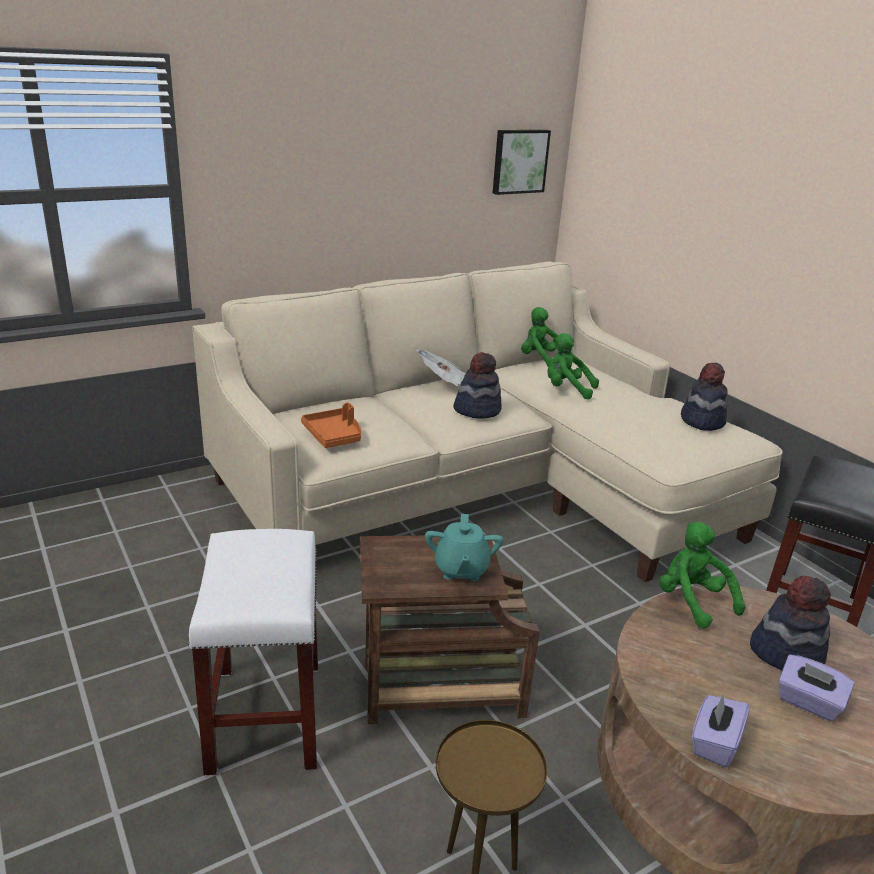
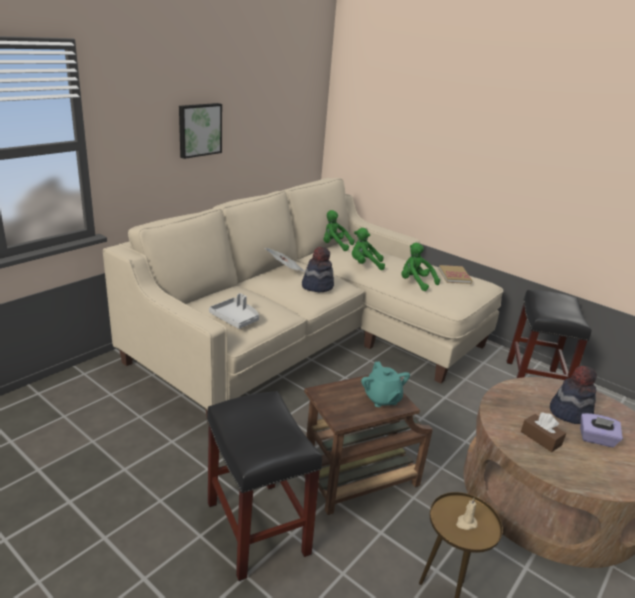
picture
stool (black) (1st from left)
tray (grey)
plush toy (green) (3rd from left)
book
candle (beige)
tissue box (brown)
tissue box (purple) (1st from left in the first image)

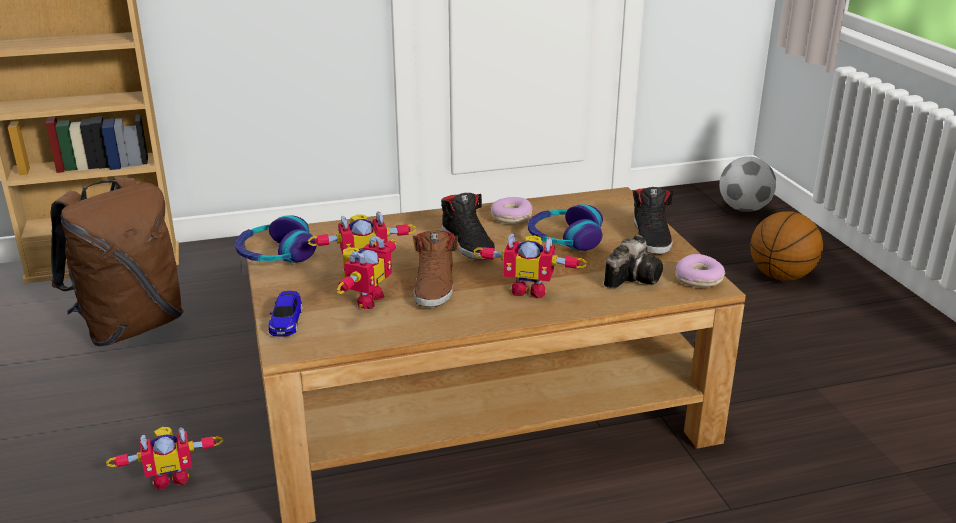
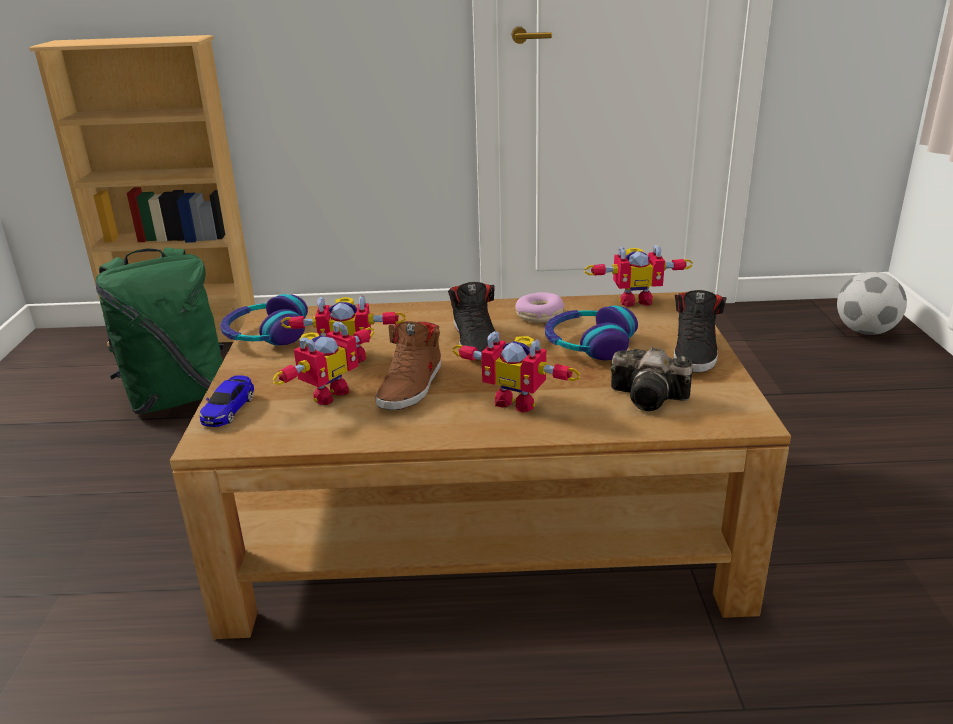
backpack (green)
toy robot (4th from left)
photo camera
donut (2nd from left in the first image)
basketball

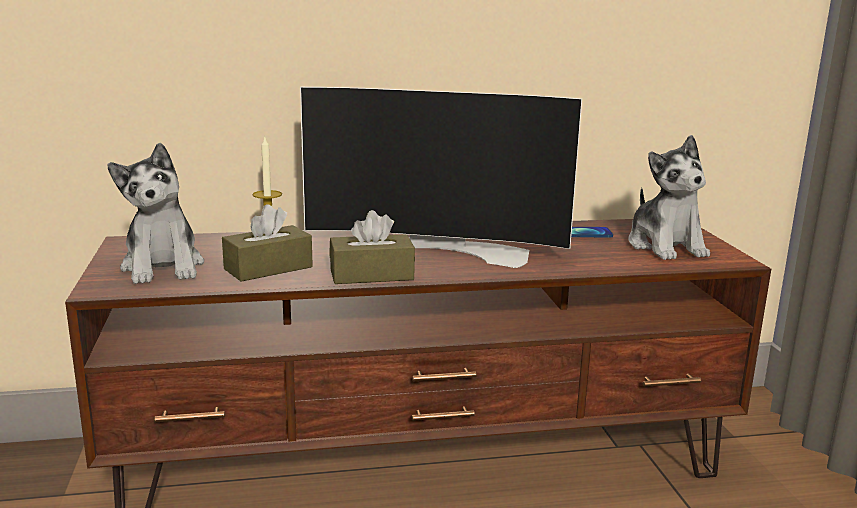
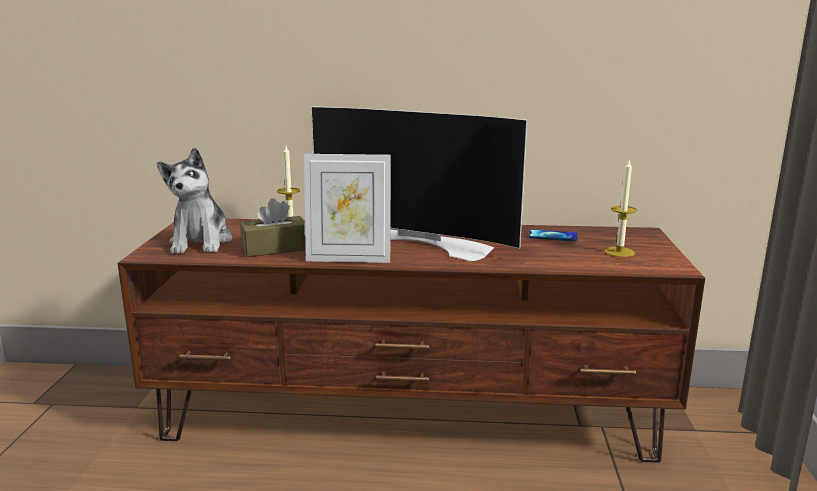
picture frame
candle (2nd from left)

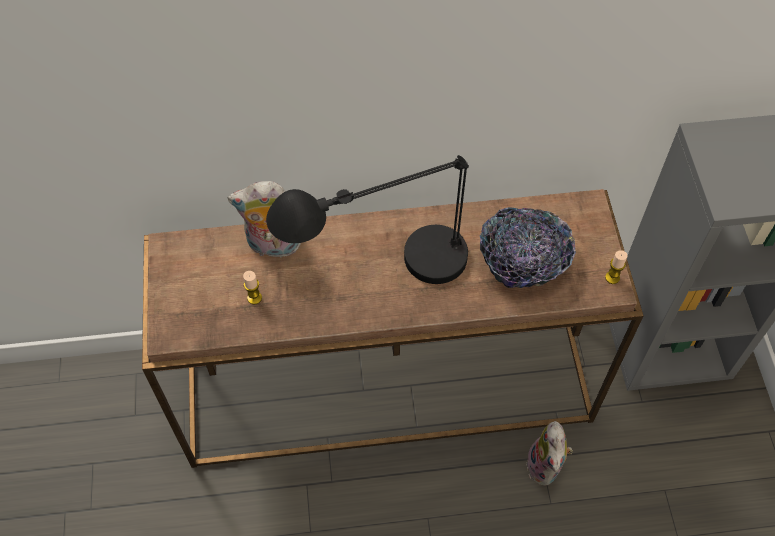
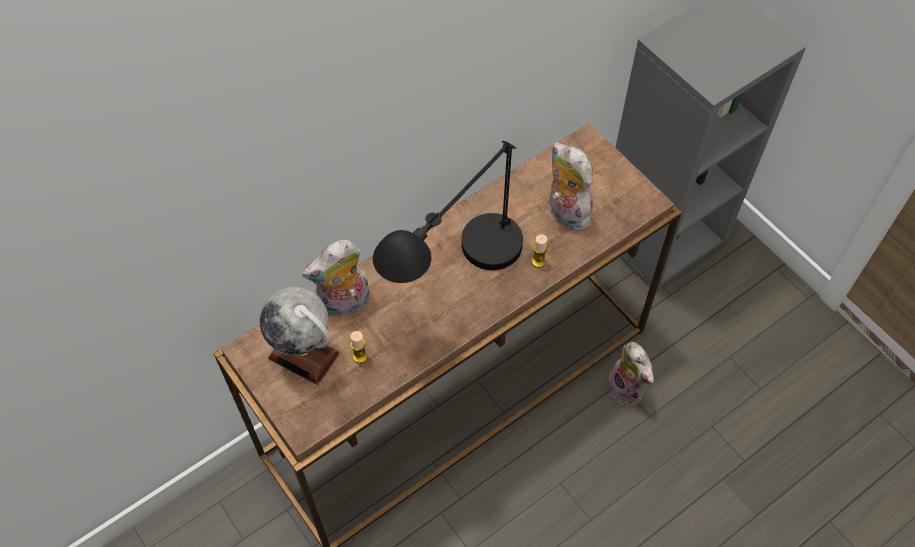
globe
candle (2nd from left)
plush toy (2nd from left)

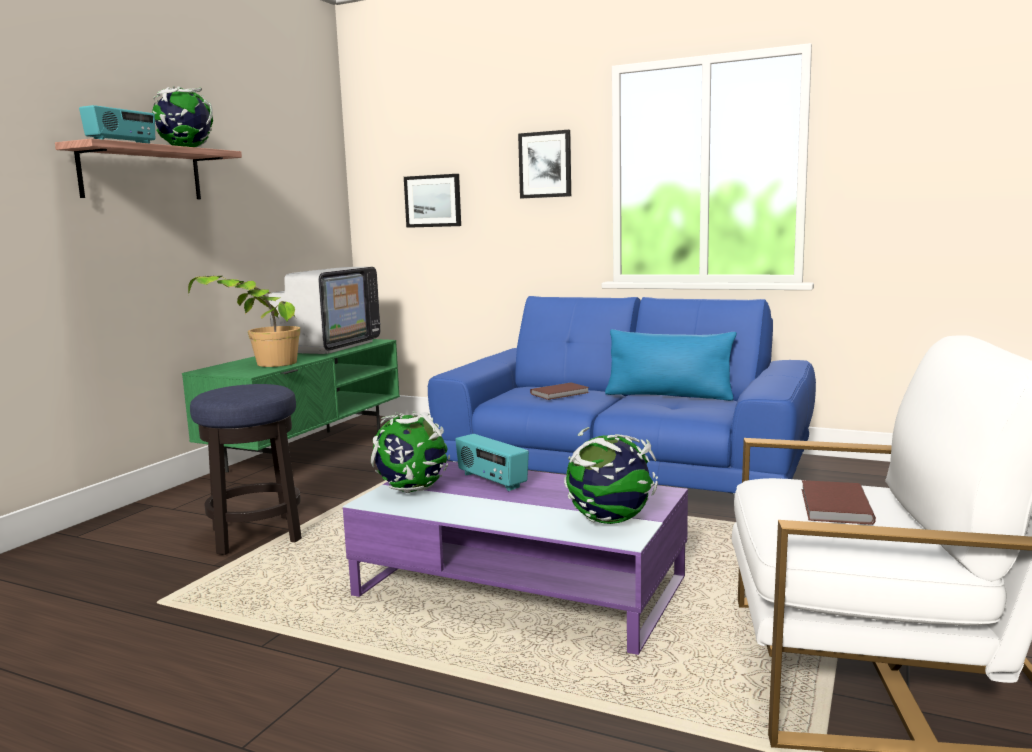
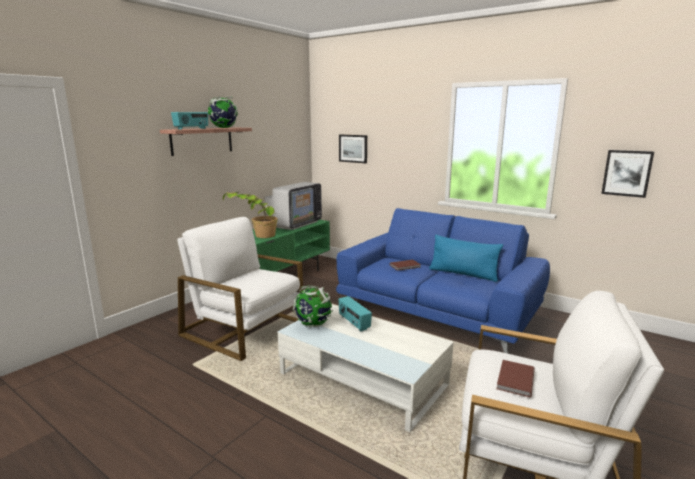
armchair (white) (1st from left)
coffee table (white)
picture (2nd from left)
globe (3rd from left in the first image)

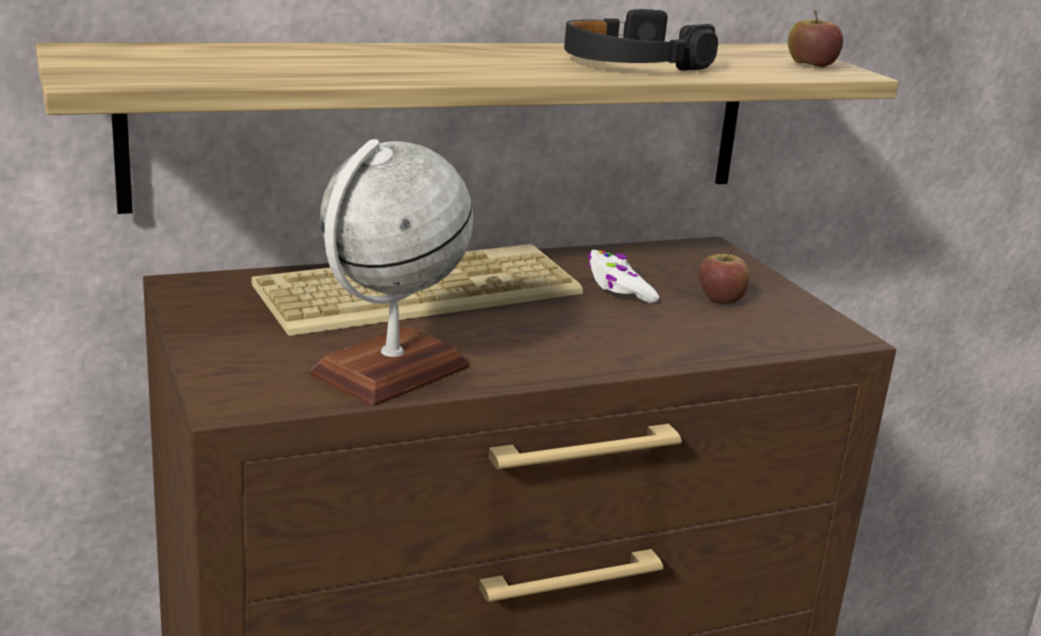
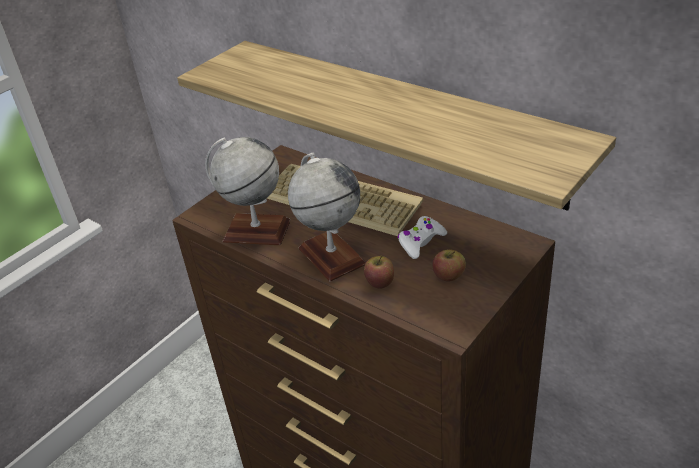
globe (2nd from left)
apple (1st from left)
headphones (black)

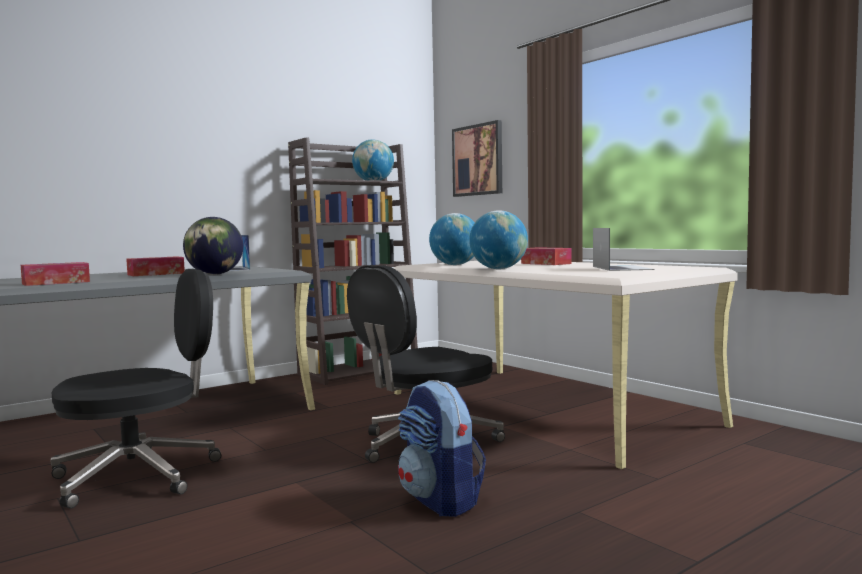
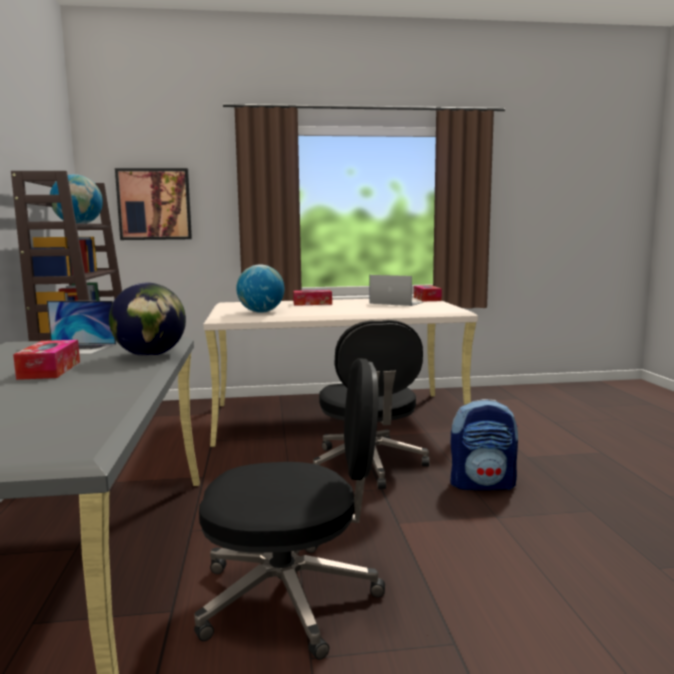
office chair (black) (1st from left)
tissue box (3rd from left)
globe (4th from left in the first image)

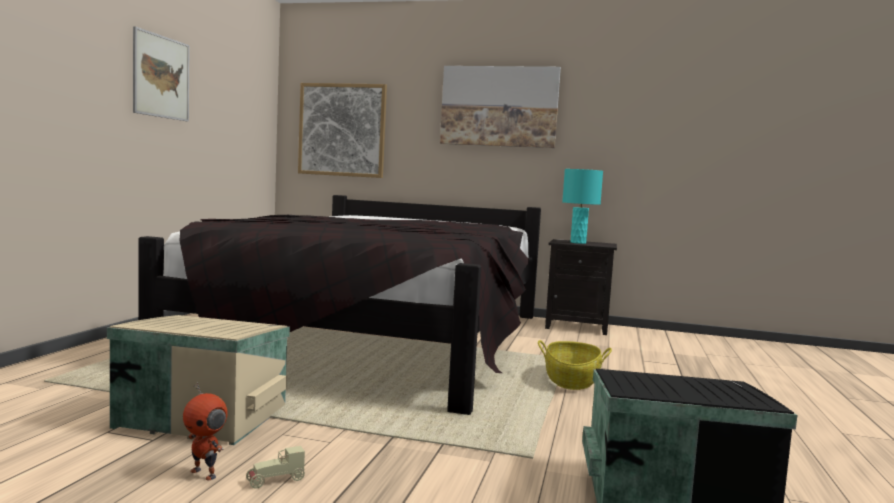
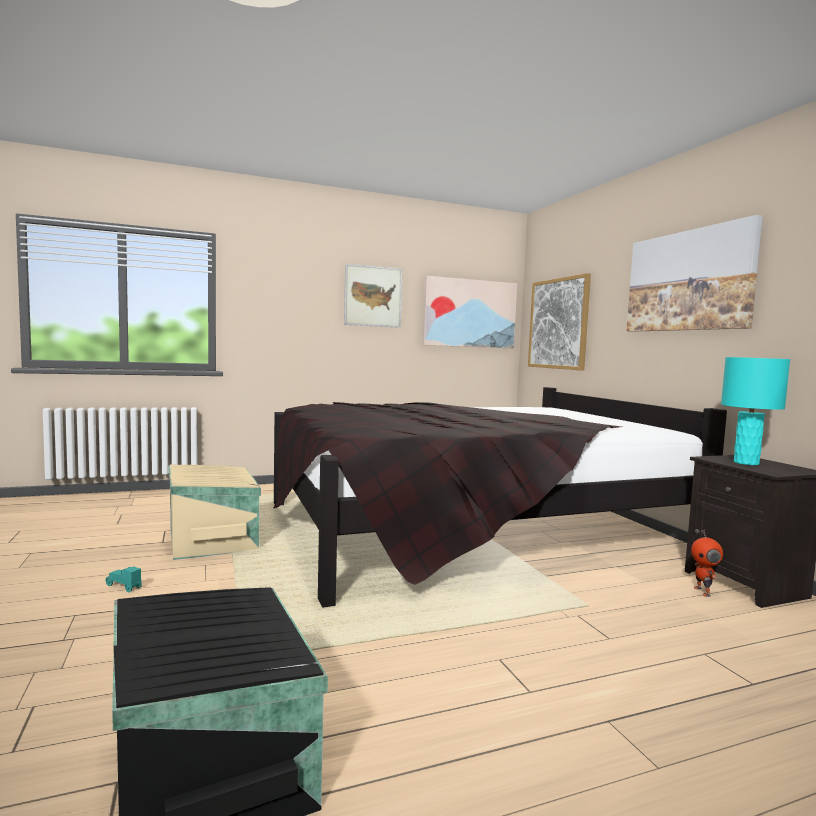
toy car (turquoise)
picture (2nd from left)
toy robot
basket

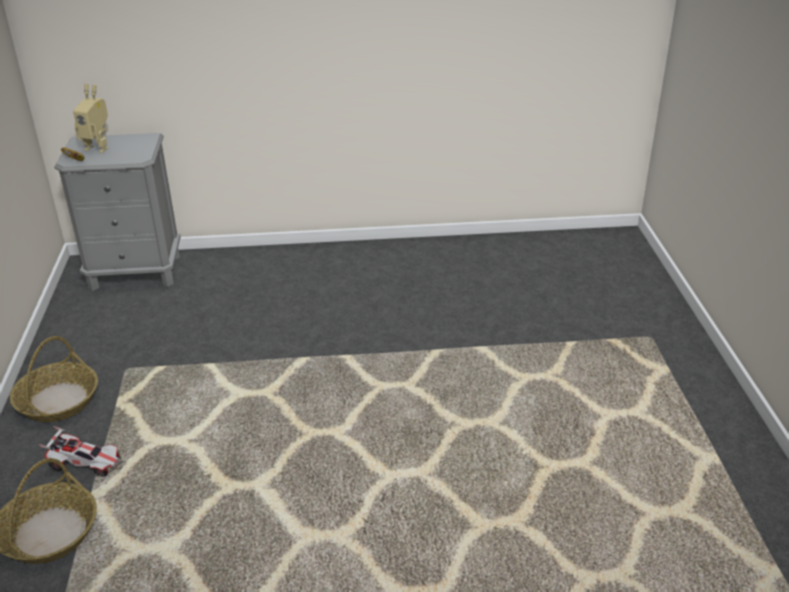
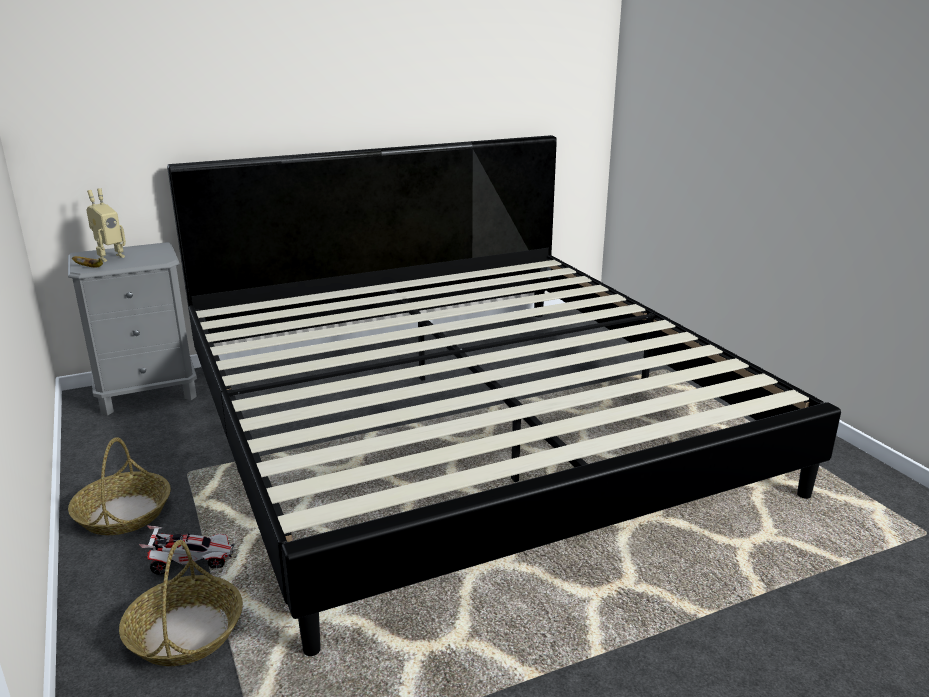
toy robot
bed

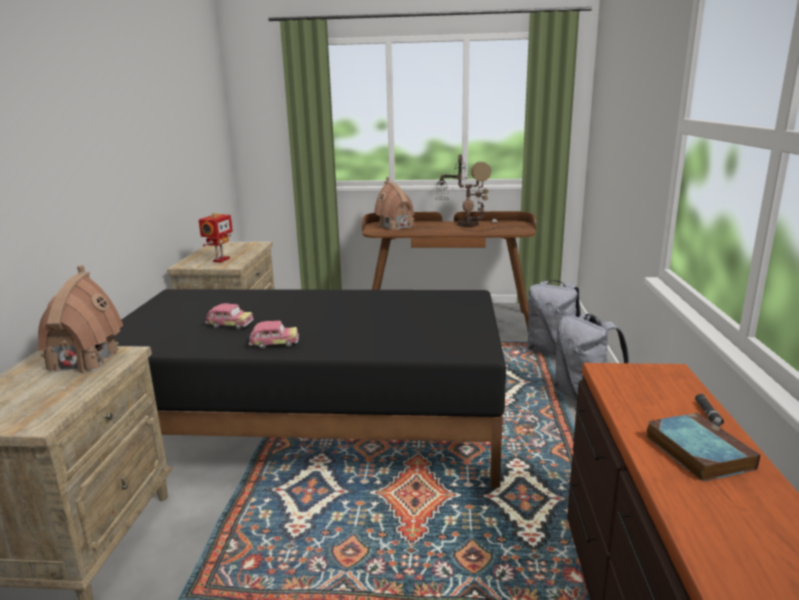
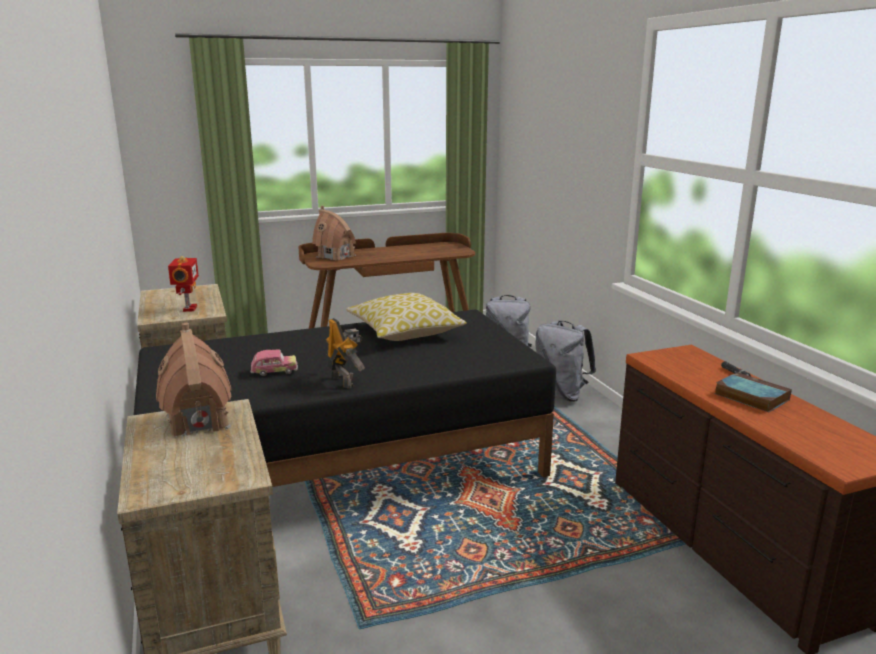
toy robot (2nd from left)
pillow
table lamp

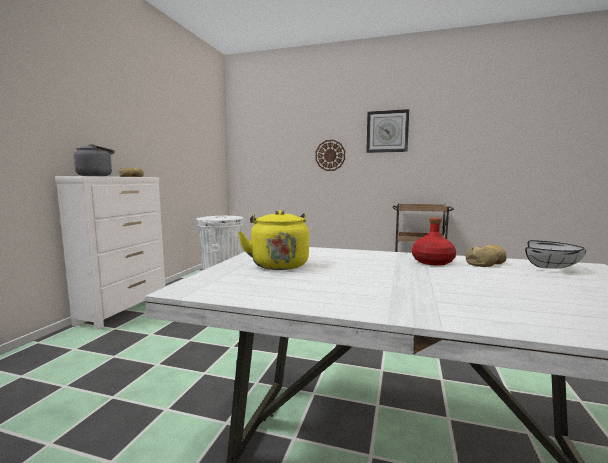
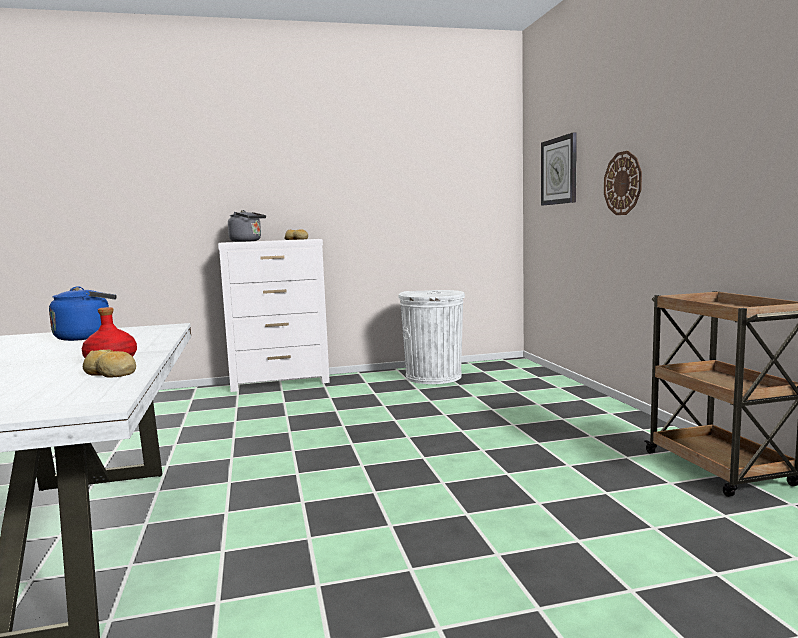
kettle (blue)
wall clock (1st from left)
bowl (white)

